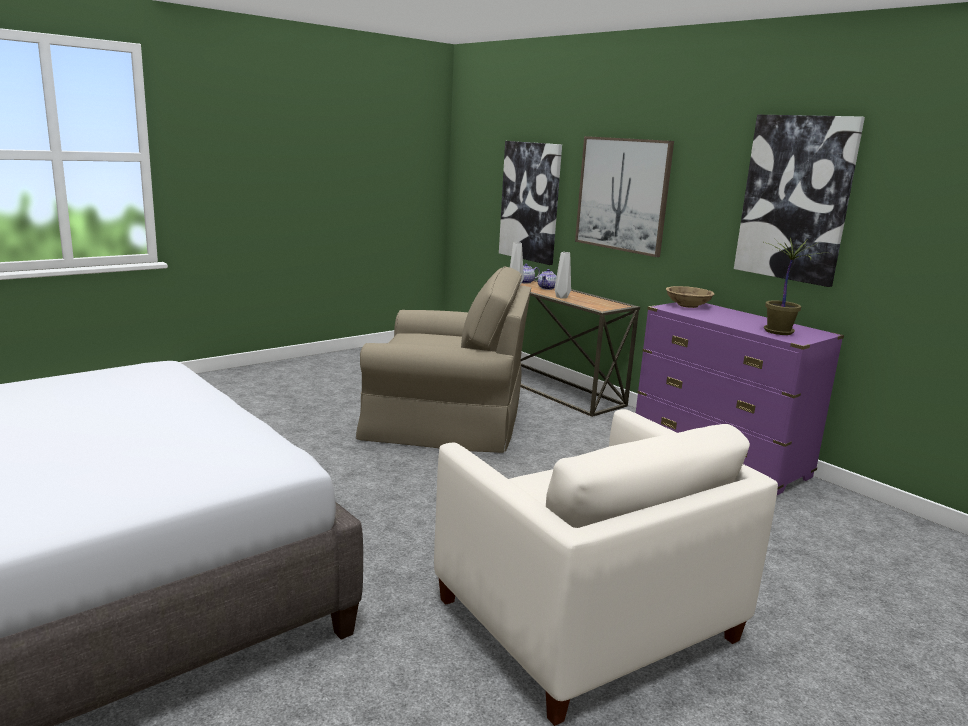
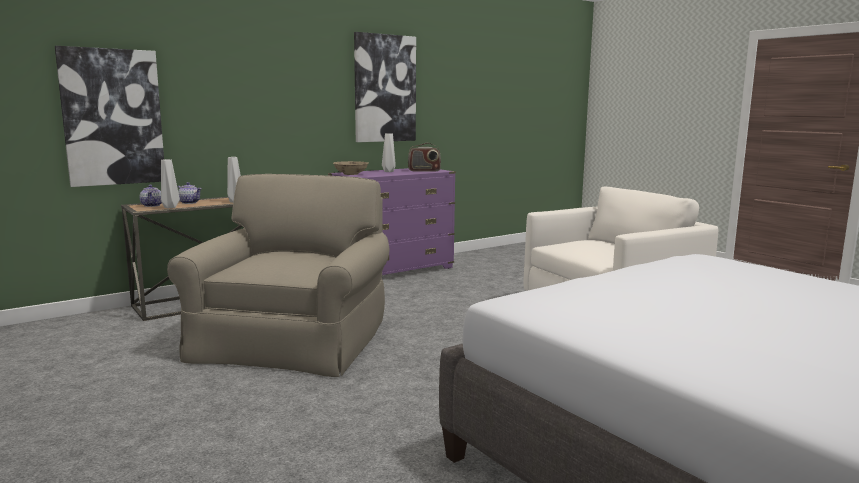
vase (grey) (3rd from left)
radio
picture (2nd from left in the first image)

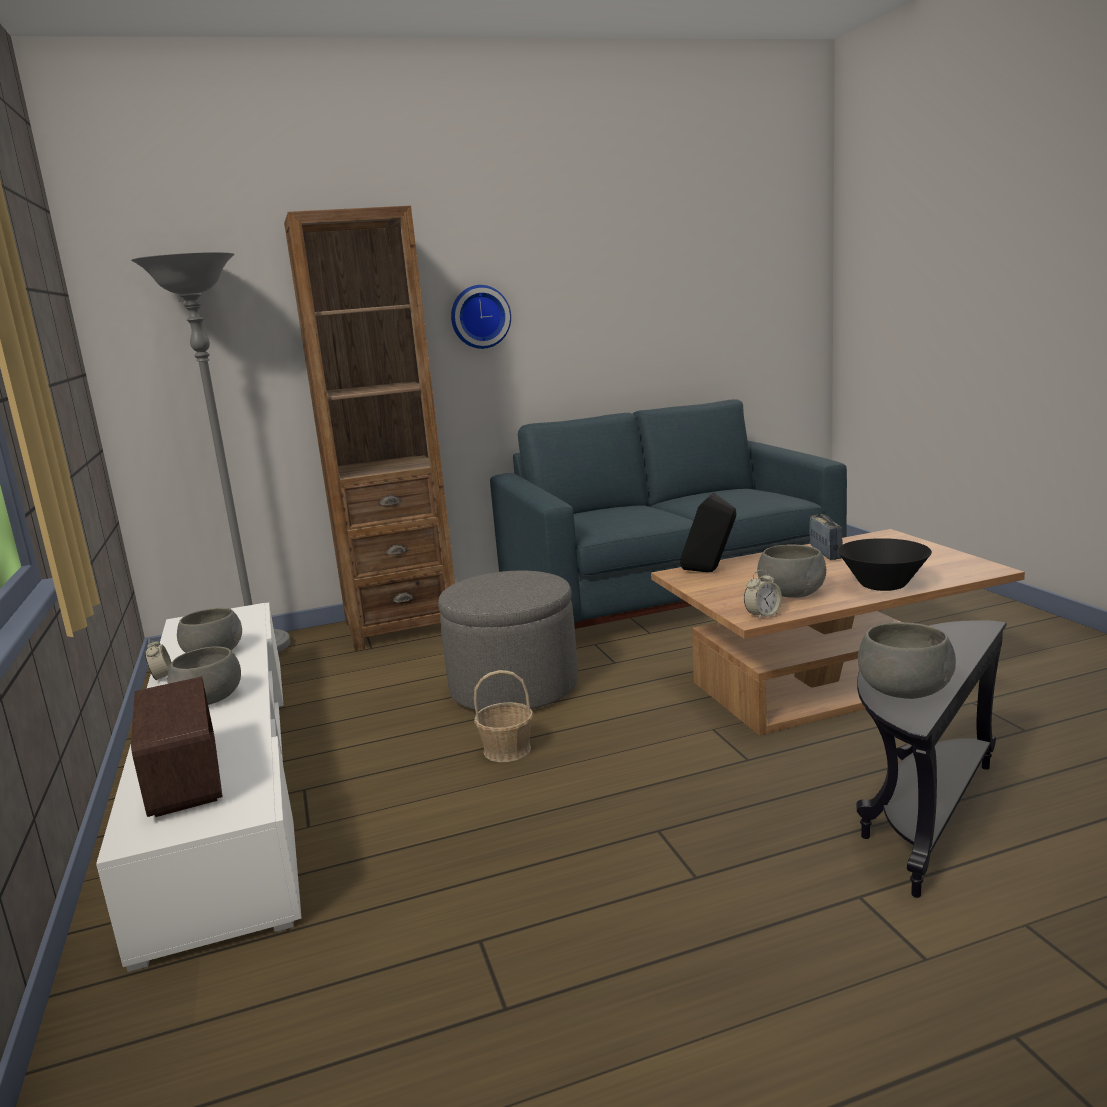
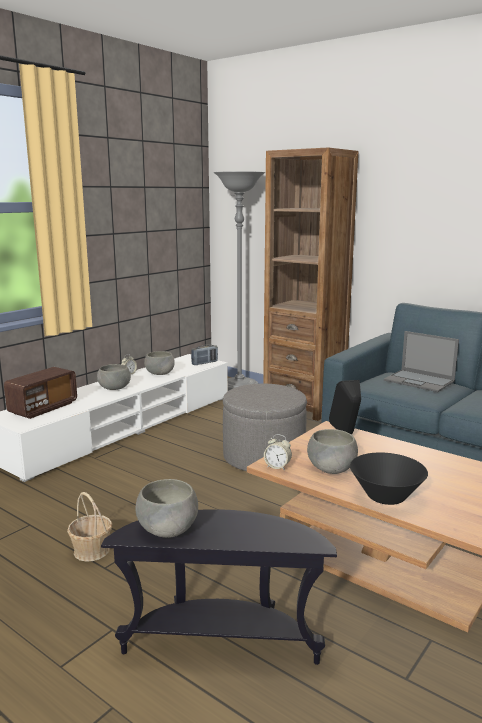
basket
radio (2nd from left)
laptop
wall clock

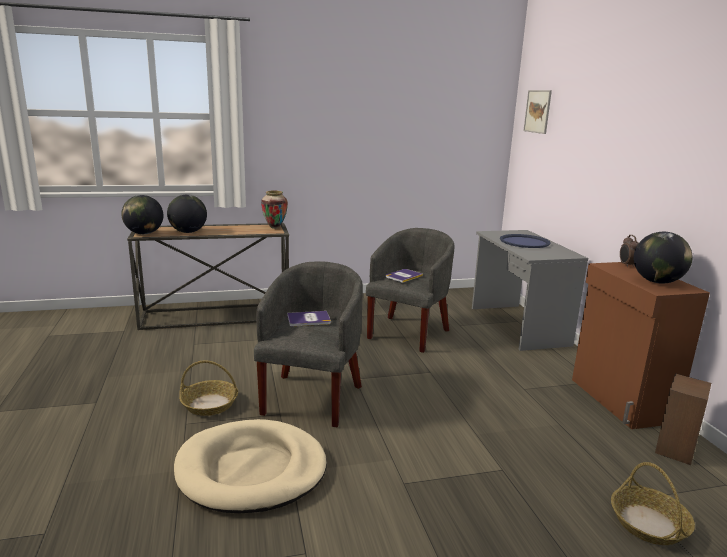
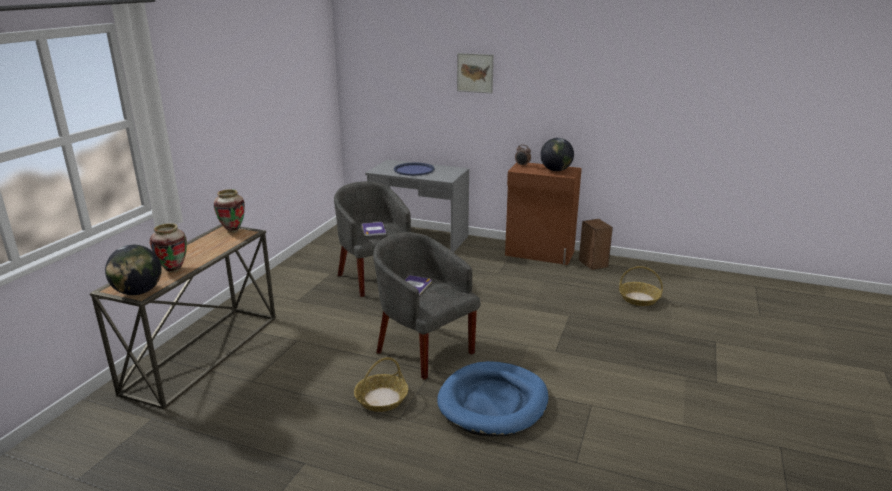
vase (1st from left)
dog bed (blue)
picture

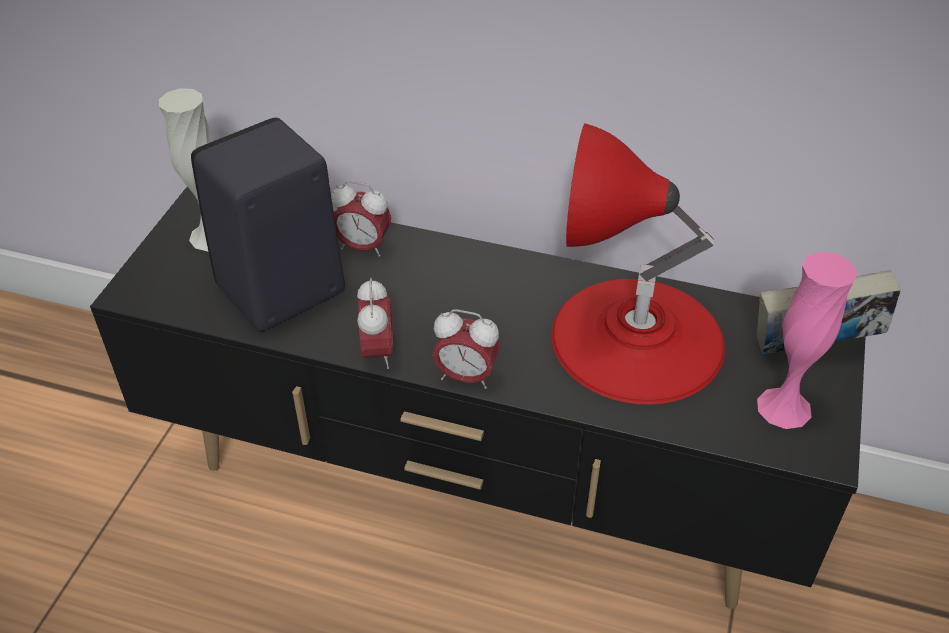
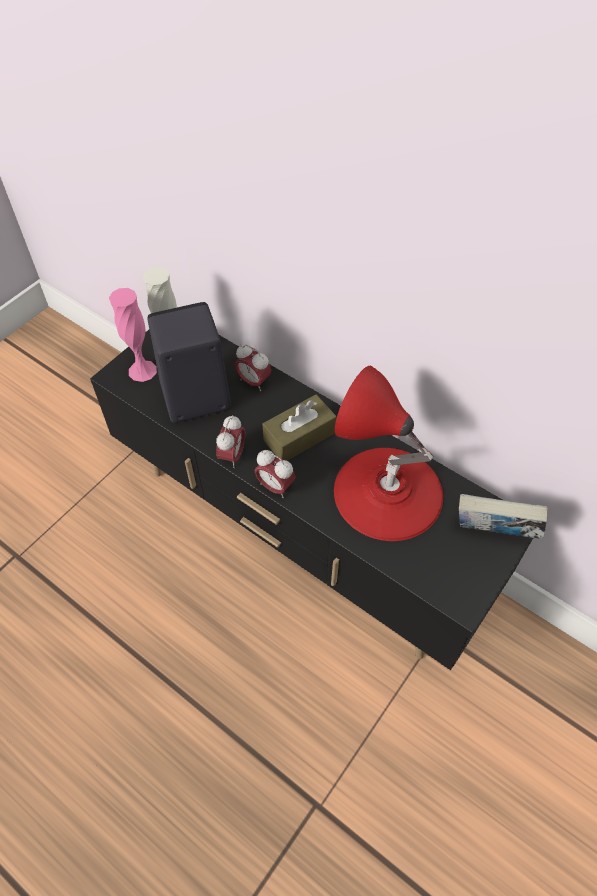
vase (pink)
tissue box (brown)

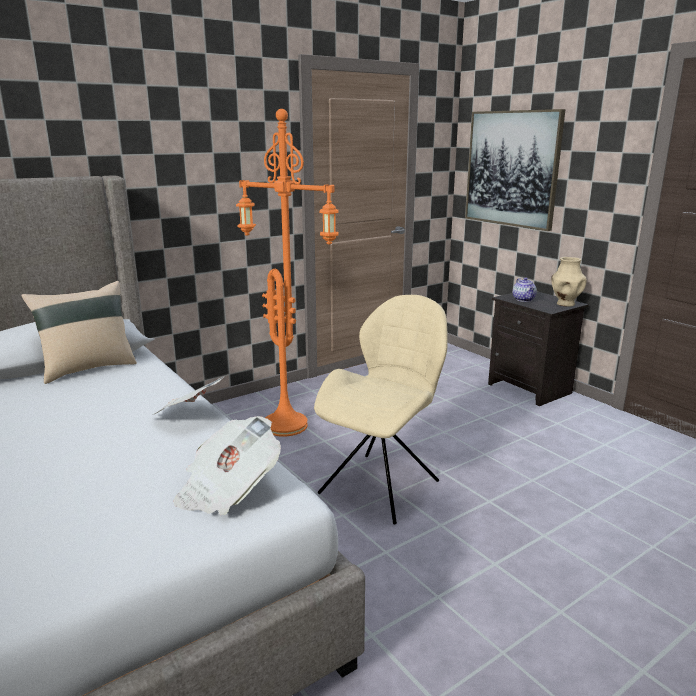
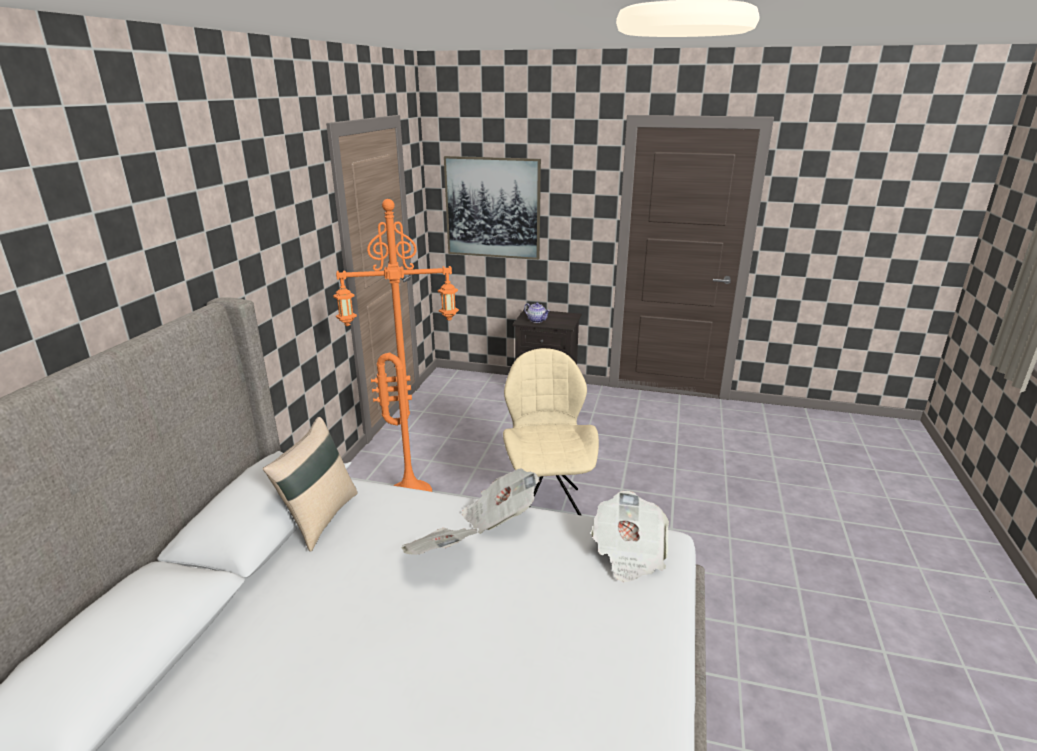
newspaper (1st from left)
vase (beige)

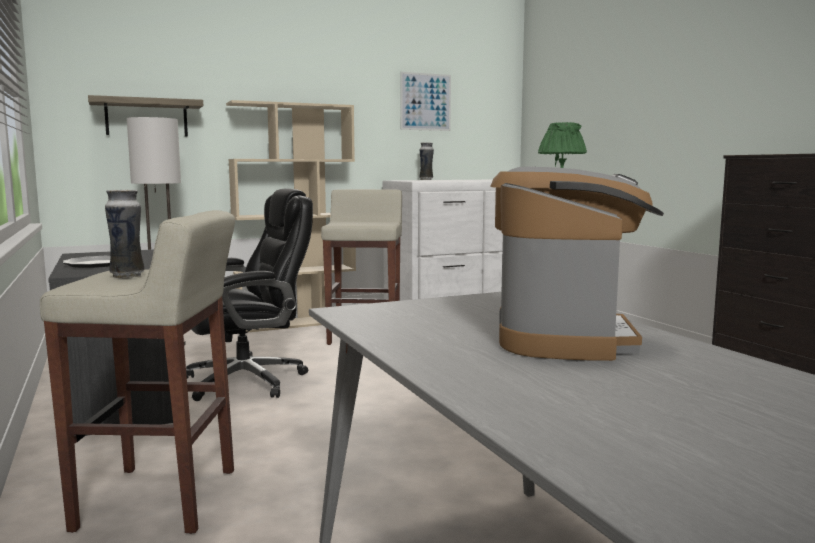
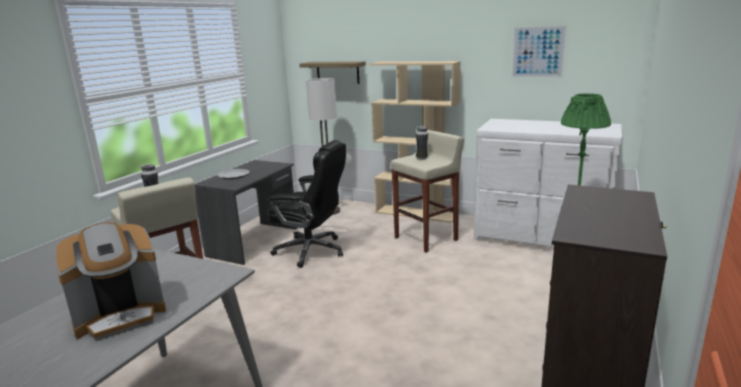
vase (2nd from left)

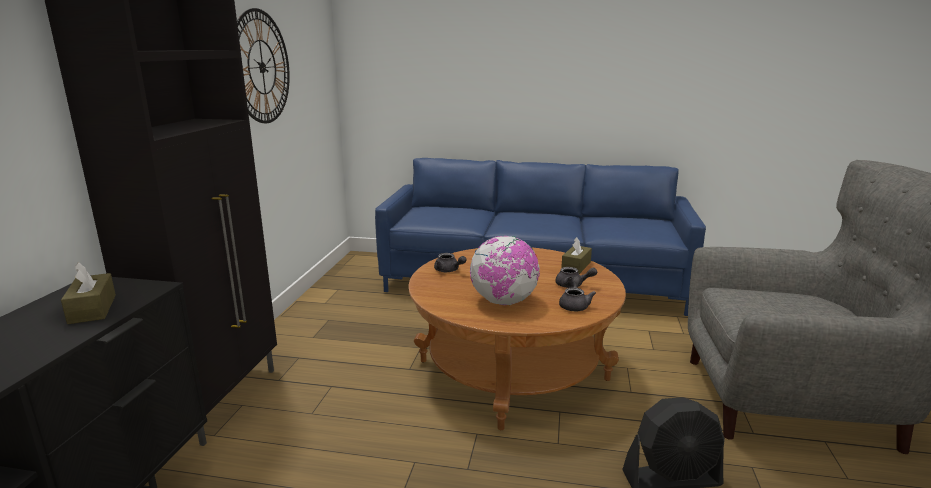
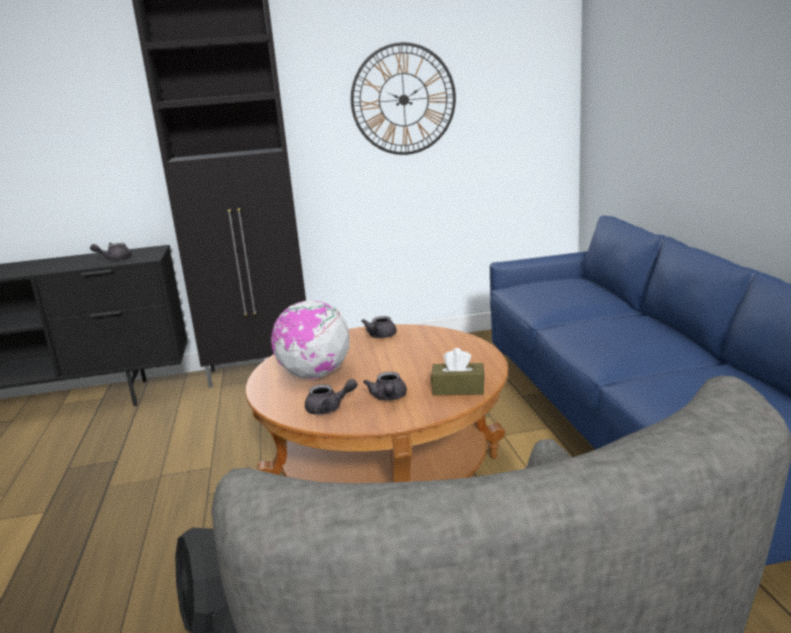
teapot (grey) (1st from left)

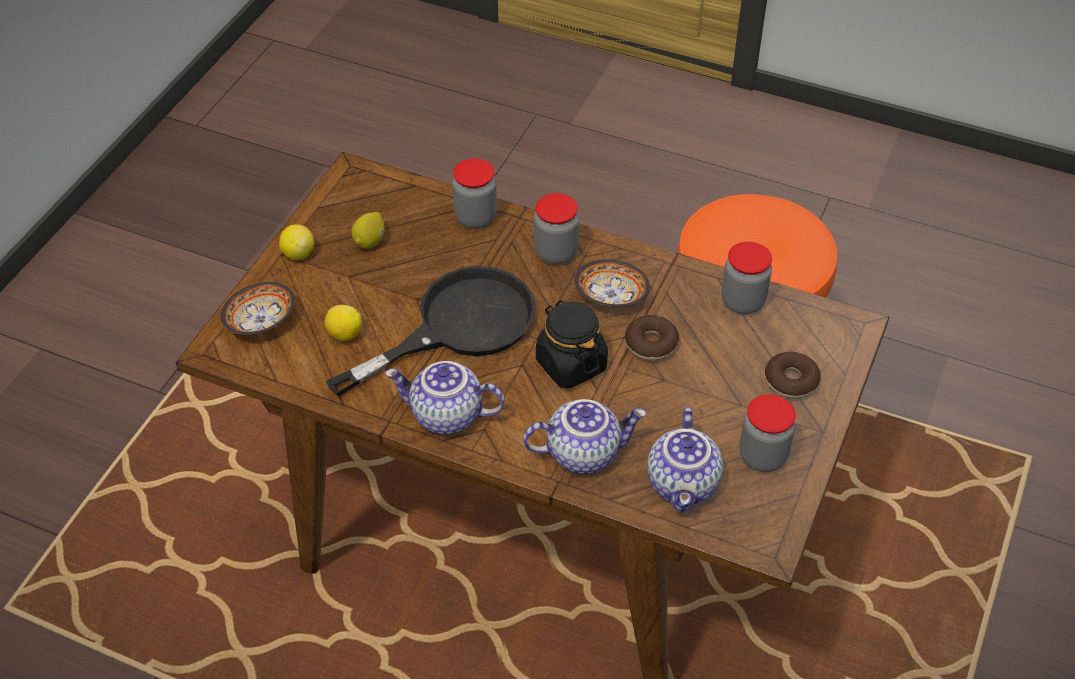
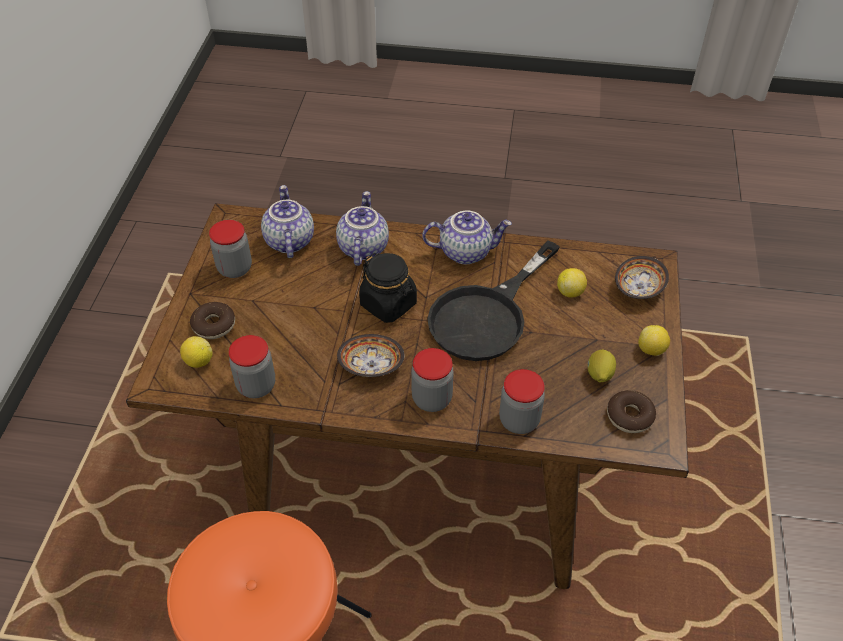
lemon (1st from left)
teapot (2nd from left)
donut (2nd from left)

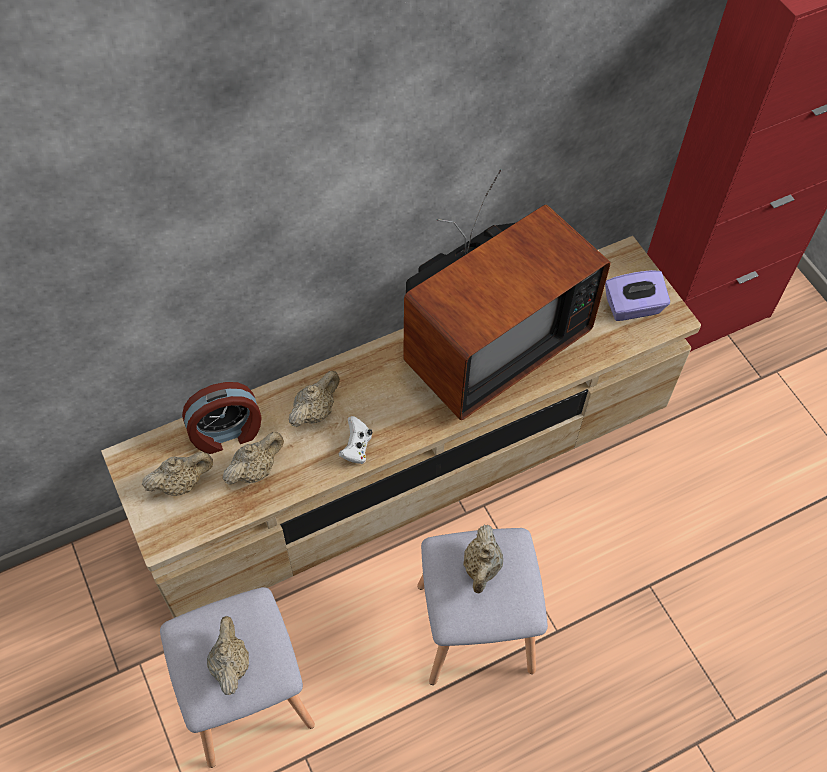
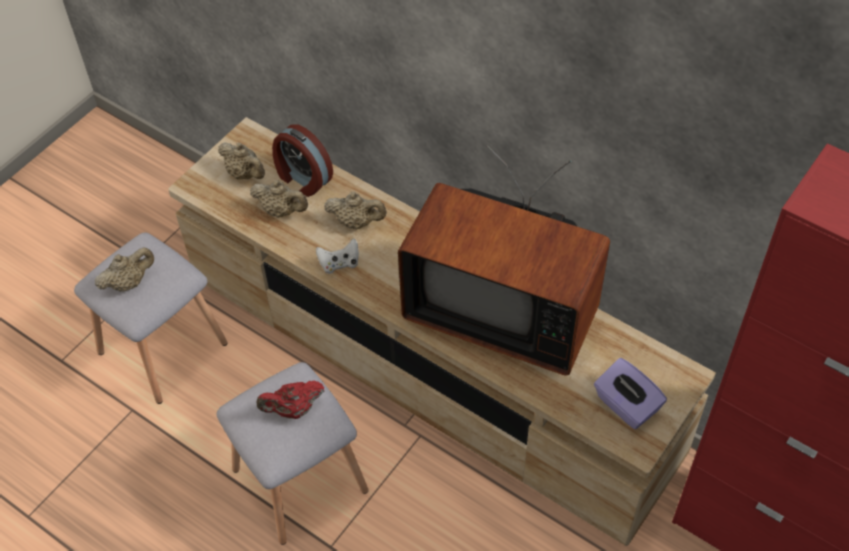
teapot (red)

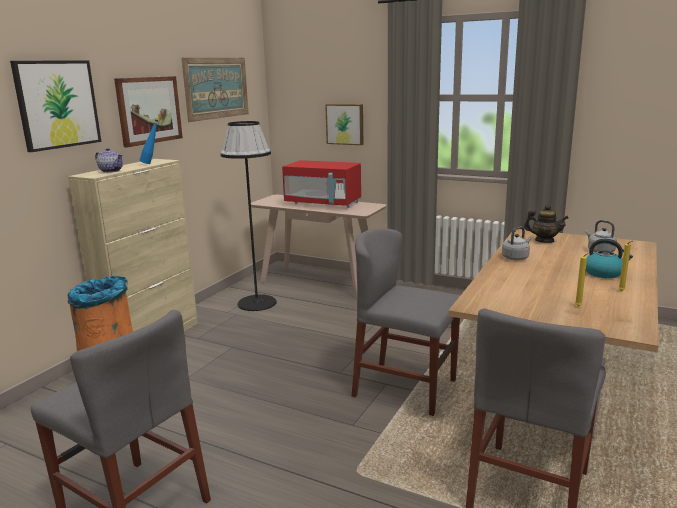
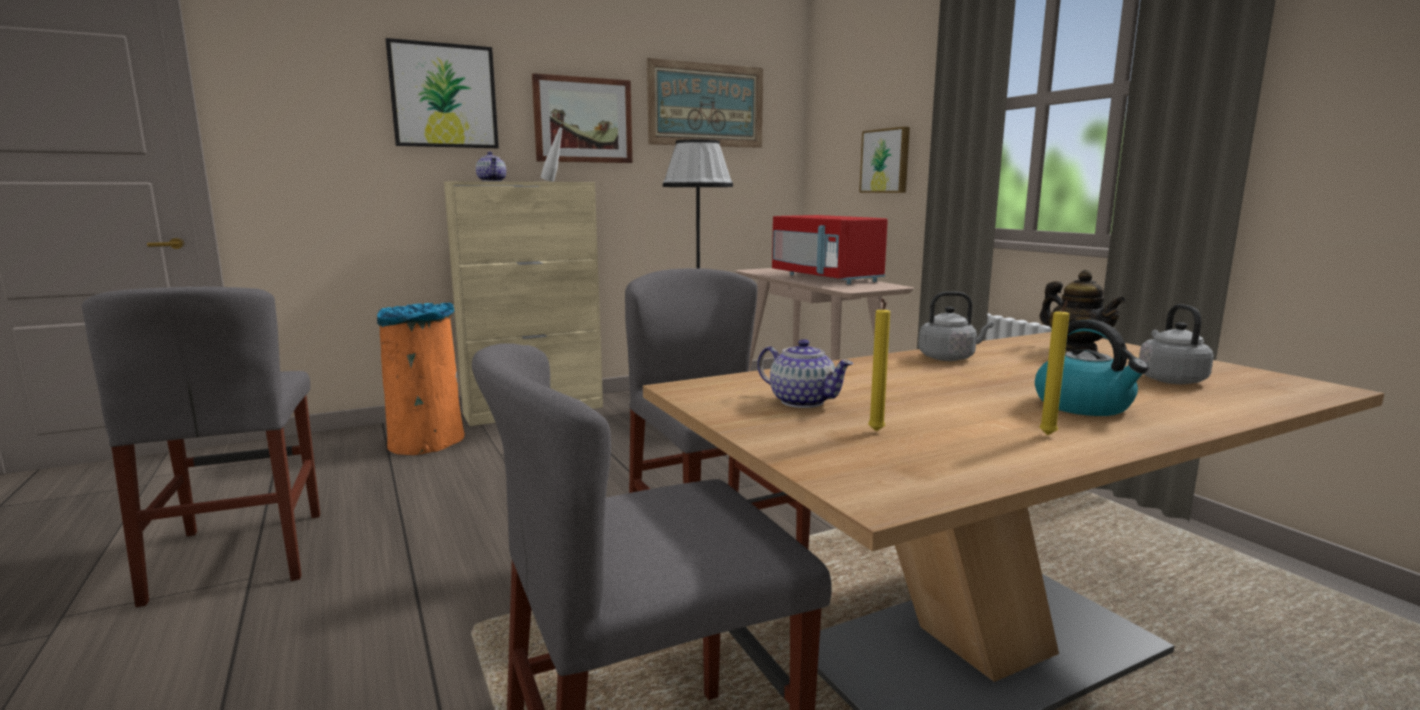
bottle (white)
teapot (2nd from left)

